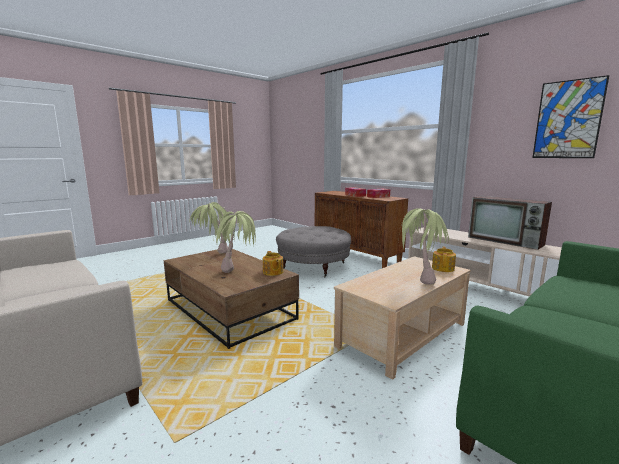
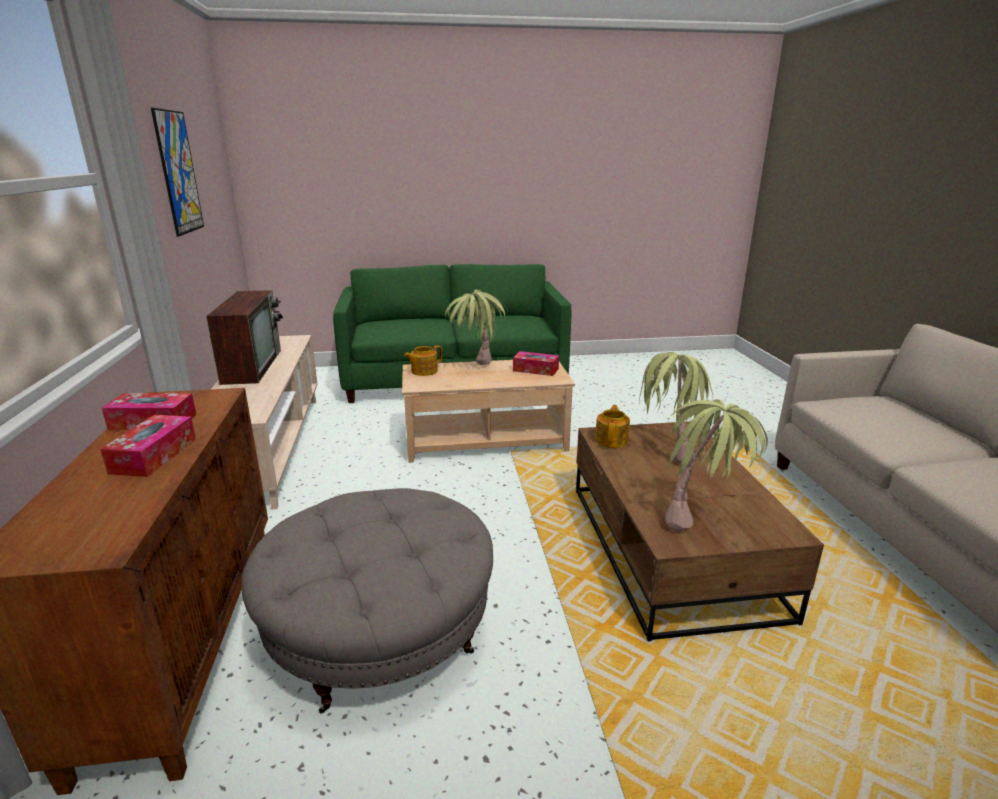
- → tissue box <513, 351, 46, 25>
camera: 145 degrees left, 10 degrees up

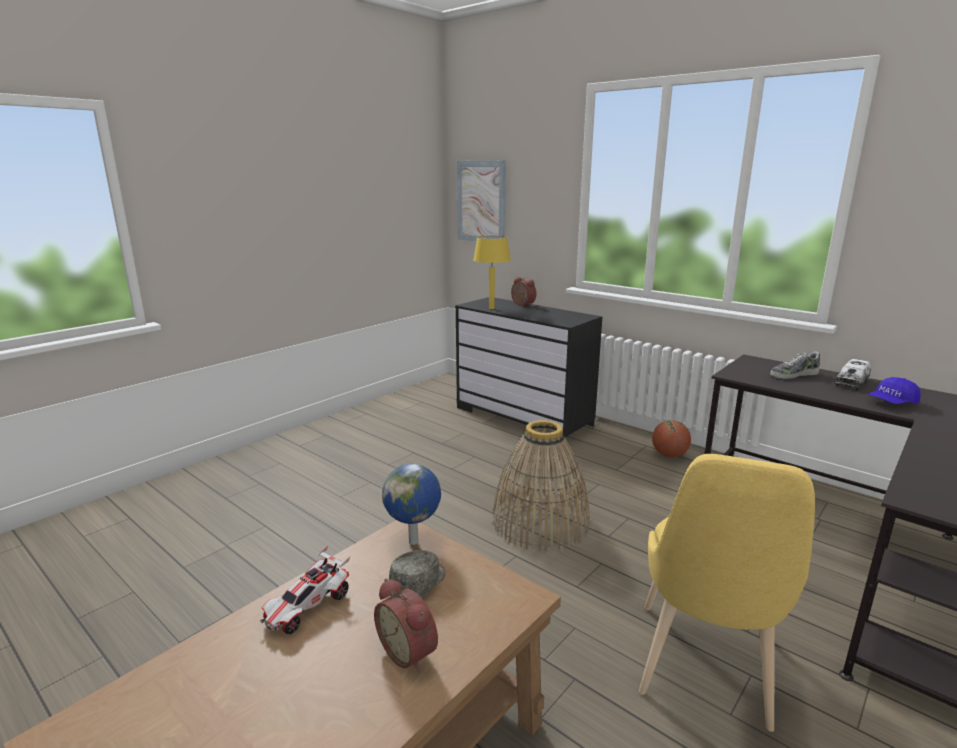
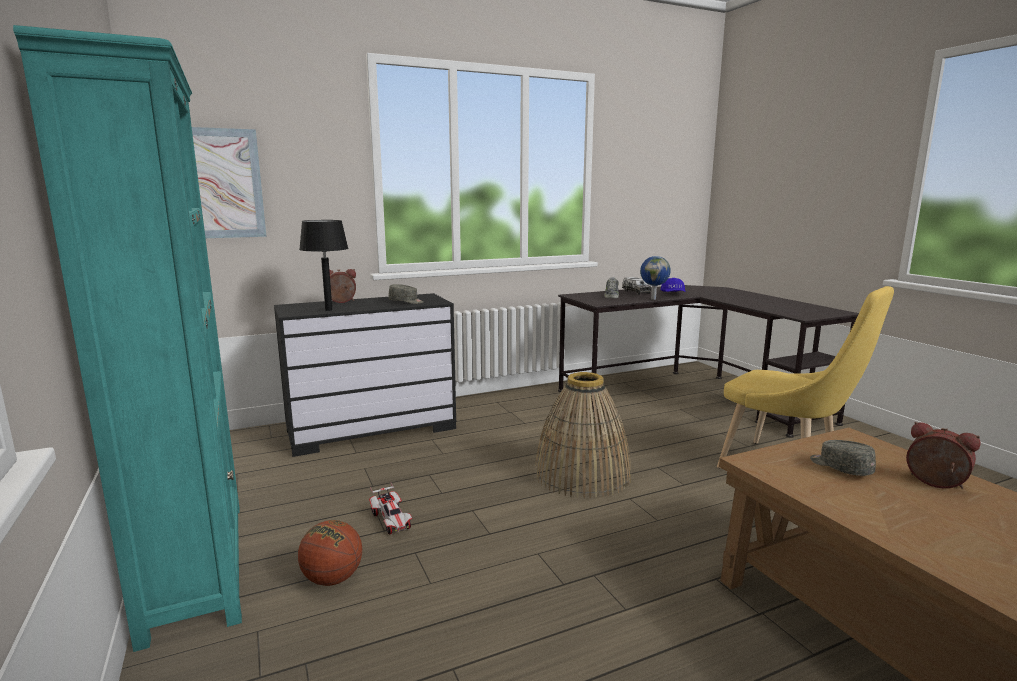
- → bookcase (turquoise) <13, 25, 229, 627>
basketball <652, 420, 39, 37> → basketball <298, 520, 64, 66>, relocated
table lamp (yellow) <473, 236, 38, 73> → table lamp (black) <299, 220, 50, 91>
toy car <260, 545, 90, 89> → toy car <369, 482, 43, 52>, relocated
- → cap (grey) <388, 284, 36, 20>
globe <382, 464, 59, 81> → globe <640, 256, 31, 44>, relocated
alarm clock <374, 578, 64, 94> → alarm clock <906, 422, 75, 67>, 120 degrees counterclockwise
camera: 65 degrees left, 5 degrees down

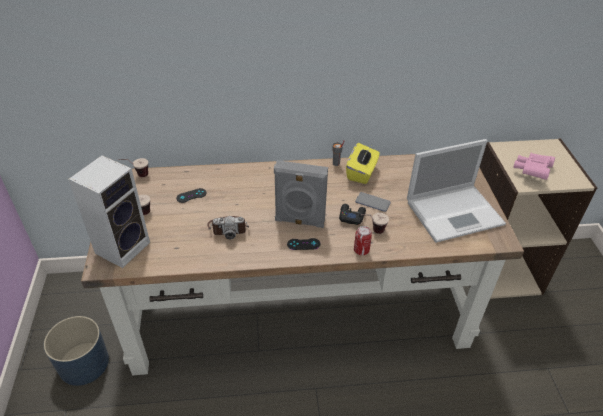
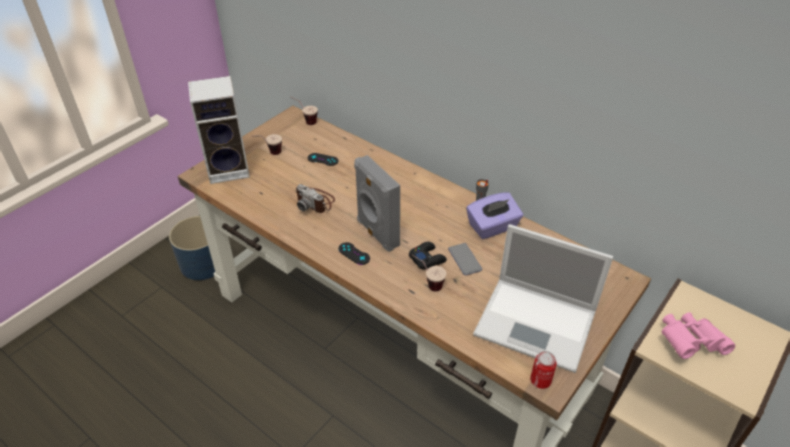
tissue box (yellow) <346, 143, 34, 41> → tissue box (purple) <466, 193, 57, 46>
can <354, 226, 18, 29> → can <530, 351, 27, 38>, relocated
camera: 45 degrees right, 0 degrees up

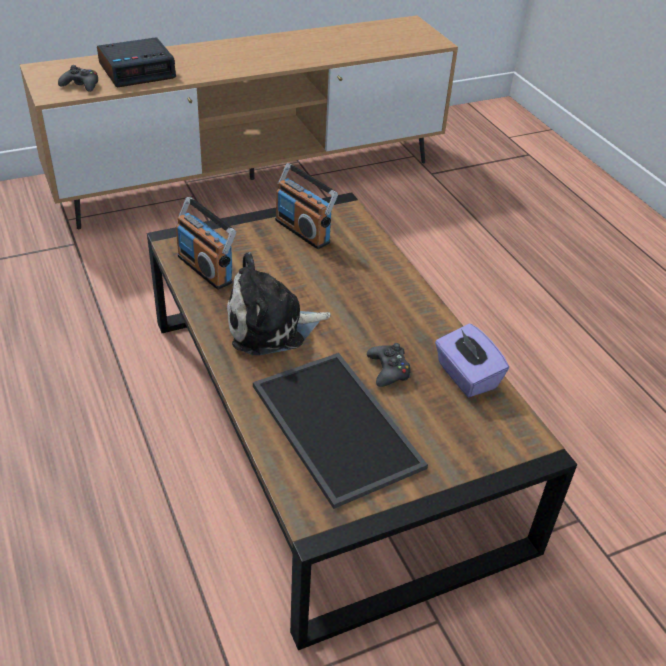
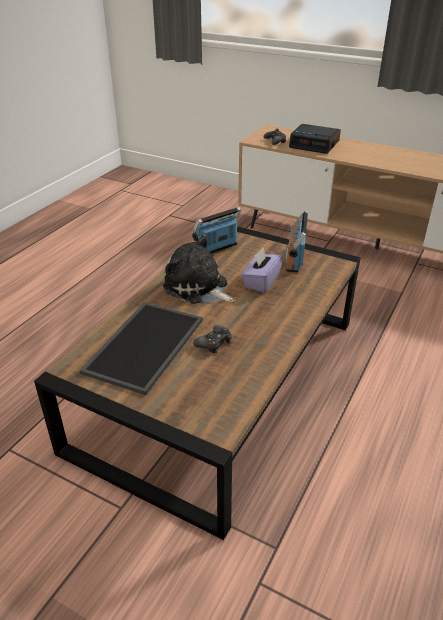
radio <176, 197, 60, 93> → radio <192, 207, 49, 47>, 45 degrees clockwise
tissue box (purple) <435, 323, 74, 74> → tissue box (purple) <241, 248, 42, 45>, relocated
camera: 55 degrees right, 5 degrees down

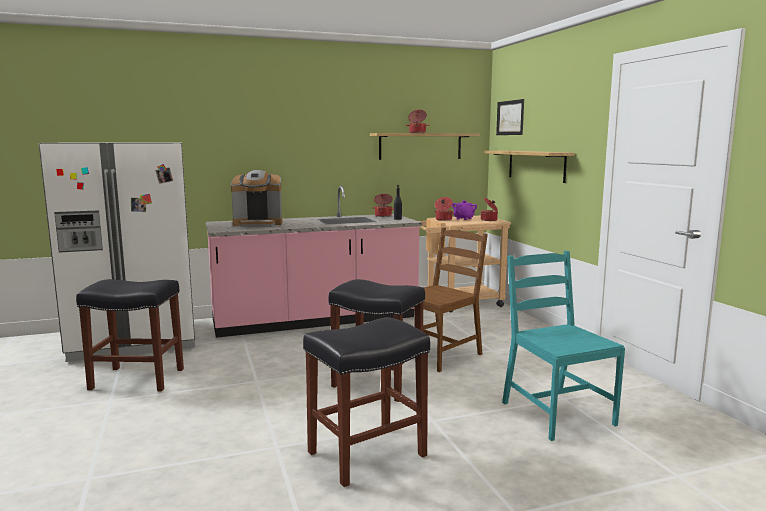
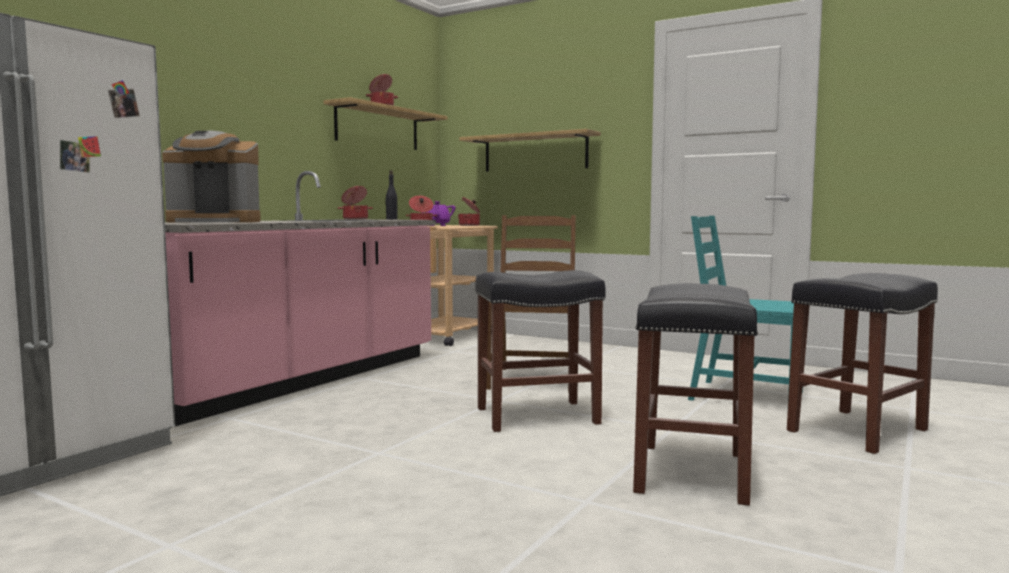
coffee machine <231, 170, 51, 57> → coffee machine <162, 131, 99, 92>, 45 degrees clockwise
stool (black) <76, 279, 108, 112> → stool (black) <787, 273, 151, 181>, relocated
picture <496, 99, 28, 36> → -
camera: 40 degrees left, 5 degrees down

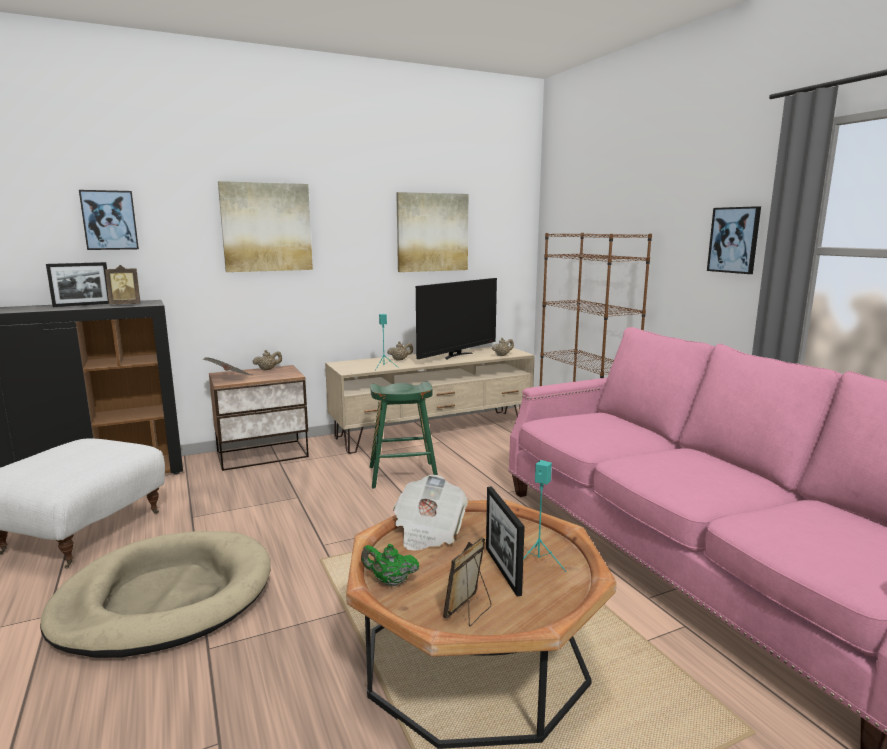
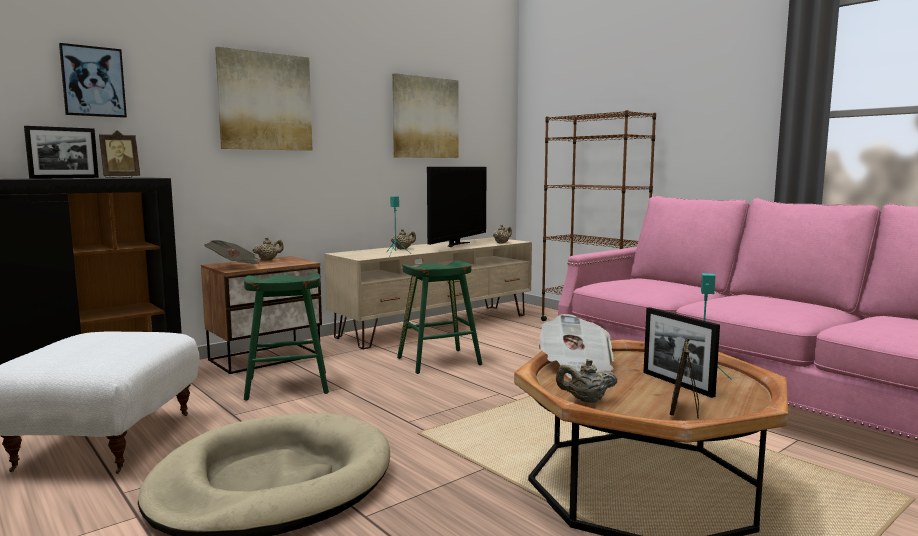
- → stool (green) <244, 273, 85, 127>
teapot (green) <361, 544, 58, 42> → teapot (beige) <556, 359, 61, 44>
picture <707, 206, 54, 68> → -
camera: 15 degrees left, 5 degrees down

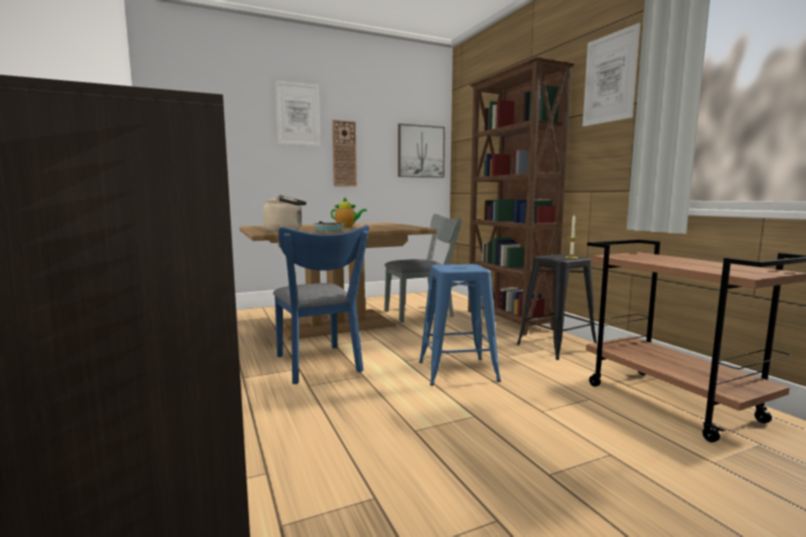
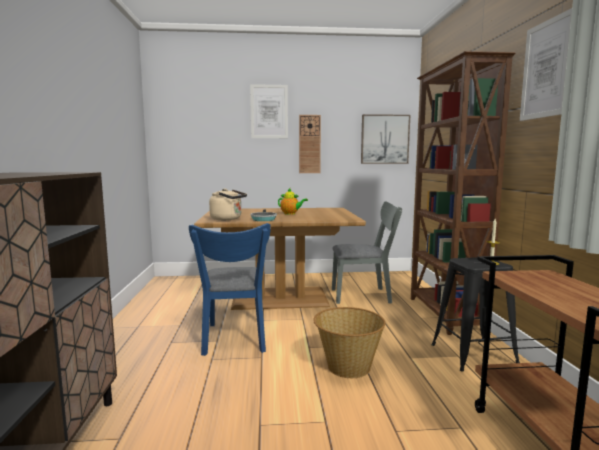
stool (blue) <419, 264, 82, 122> → basket <313, 307, 72, 71>
camera: 20 degrees right, 0 degrees up

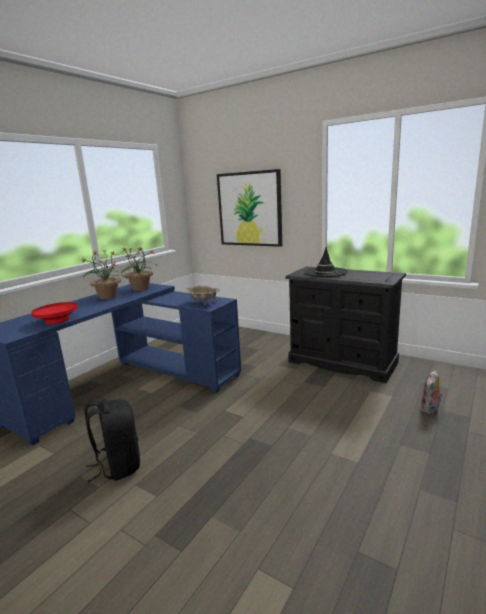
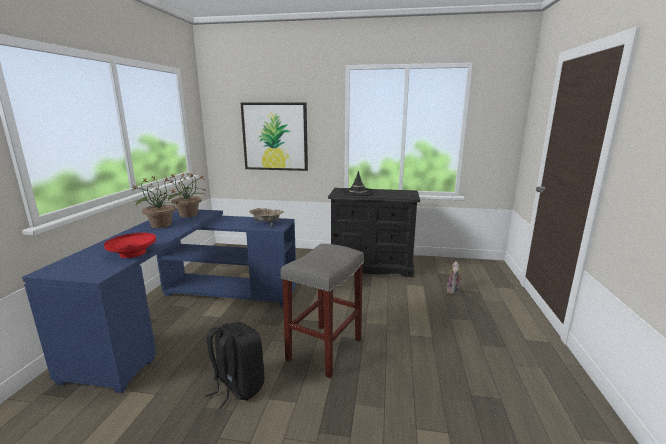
- → stool (grey) <281, 244, 83, 134>
camera: 25 degrees left, 0 degrees up

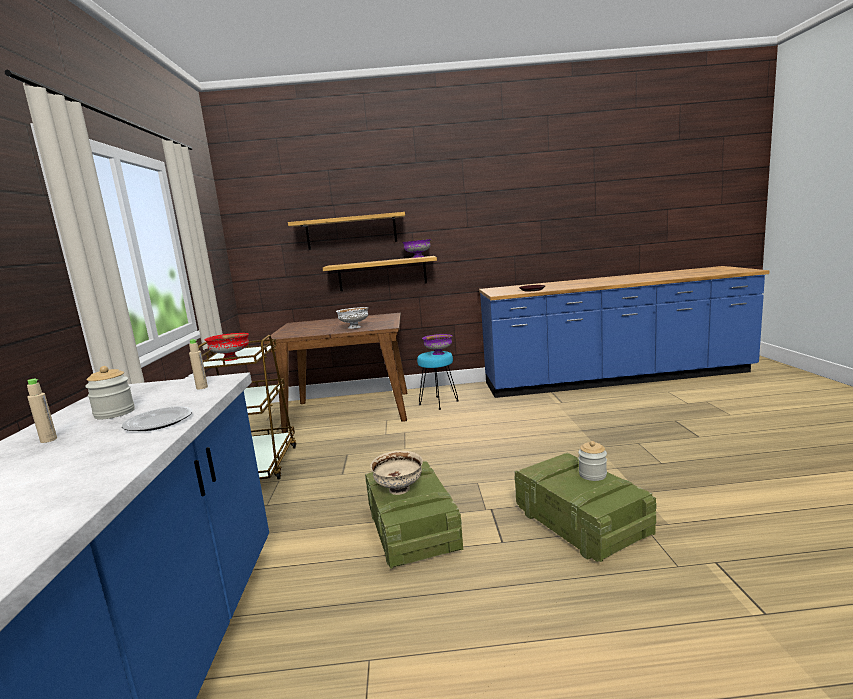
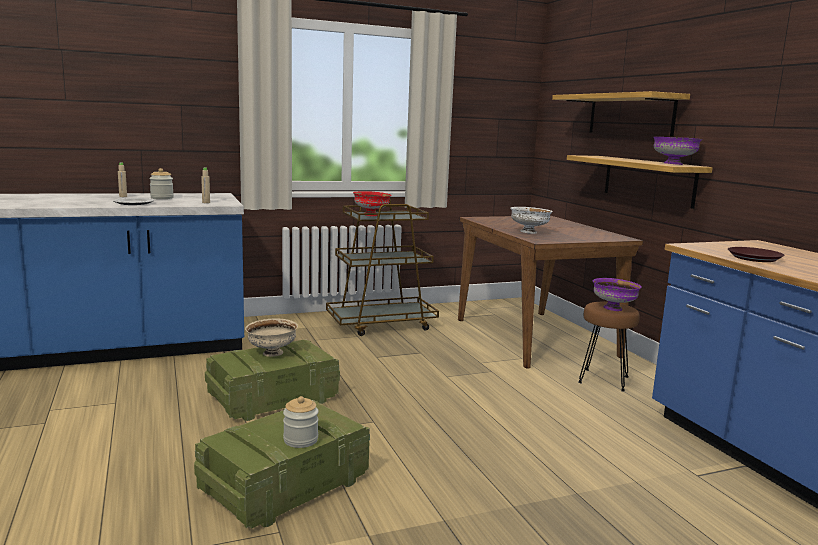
stool (turquoise) <417, 351, 42, 59> → stool (brown) <578, 302, 62, 89>
camera: 70 degrees right, 0 degrees up

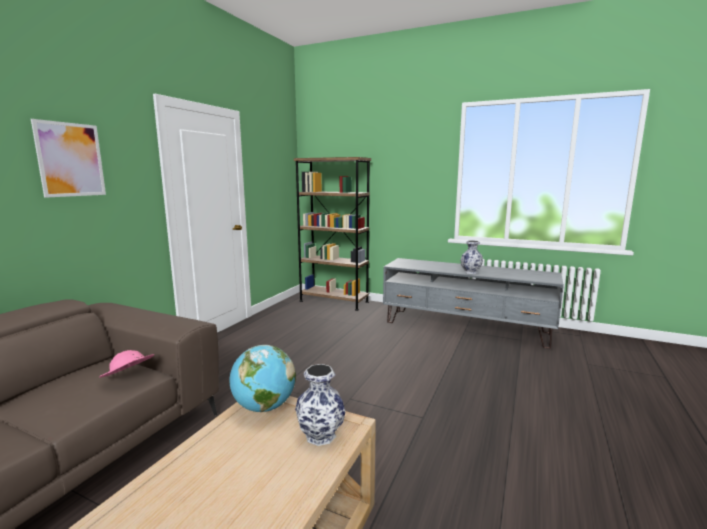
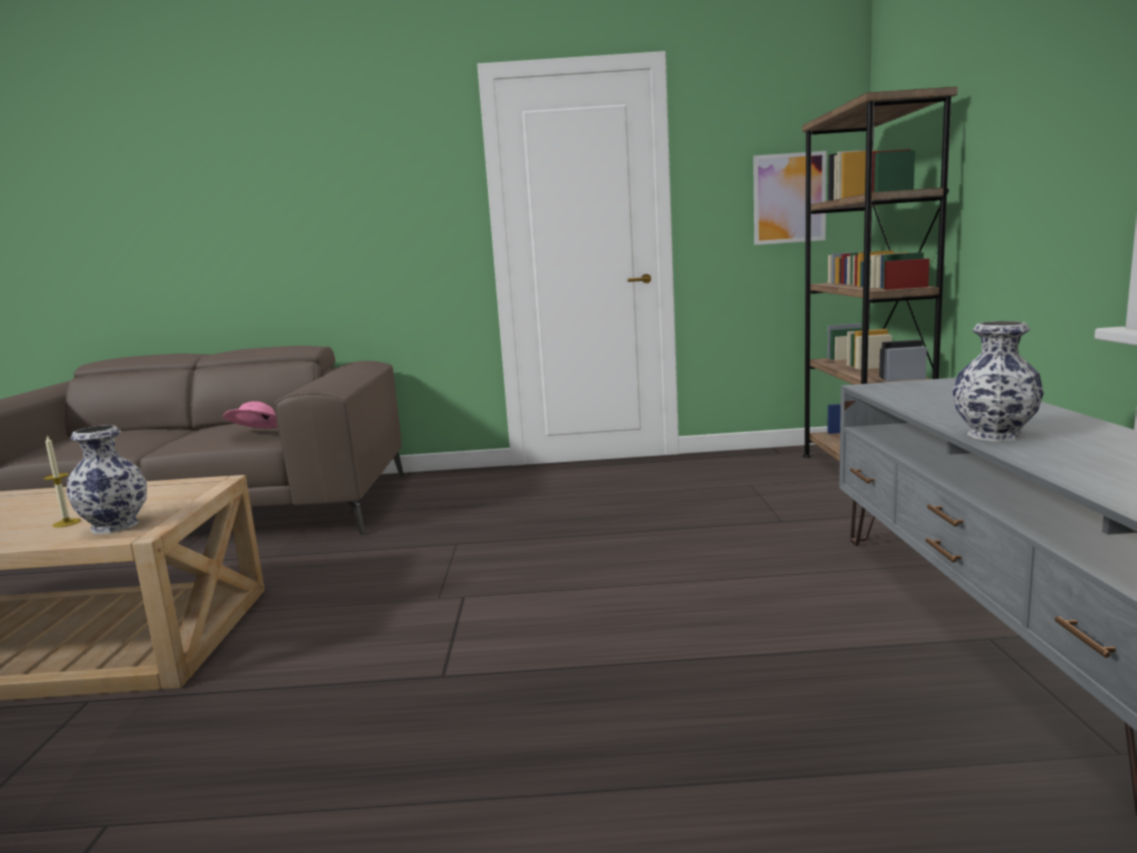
- → candle <44, 436, 37, 92>
picture <31, 119, 75, 79> → picture <753, 151, 74, 94>, relocated
globe <229, 345, 67, 67> → -
camera: 65 degrees right, 0 degrees up

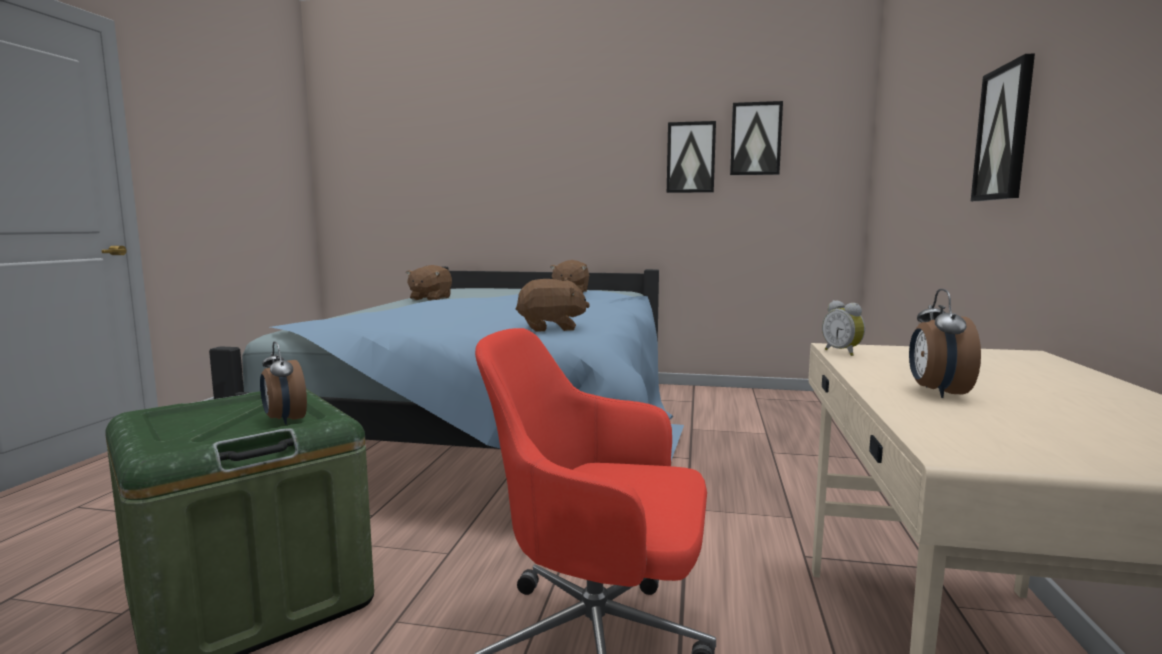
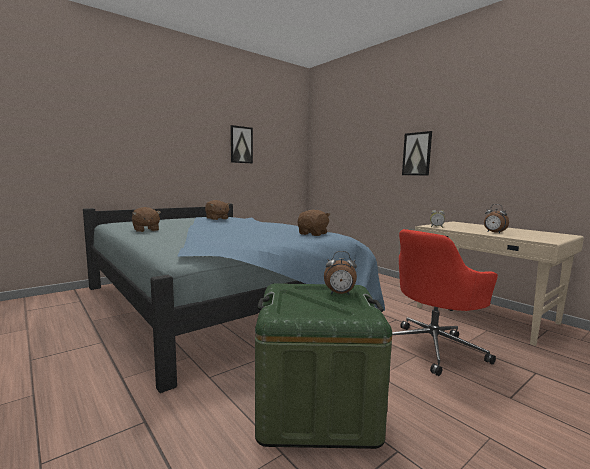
picture <730, 101, 53, 74> → -
camera: 50 degrees left, 0 degrees up

